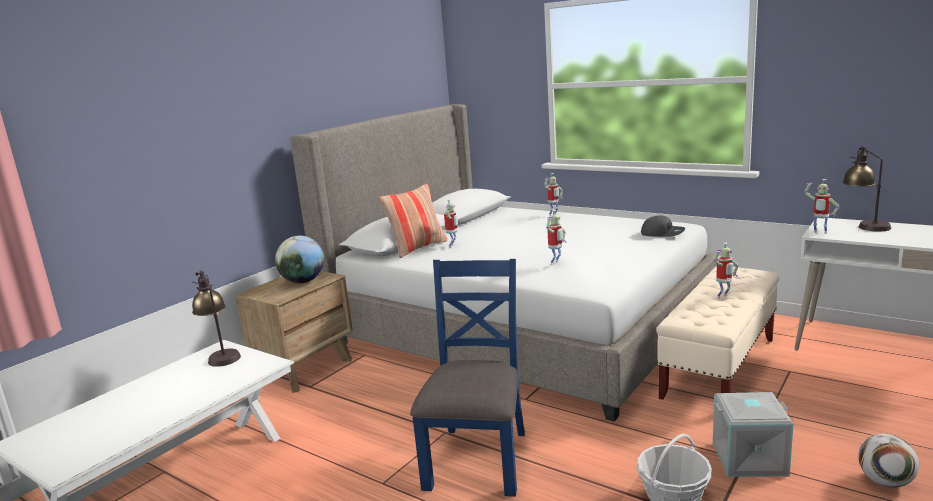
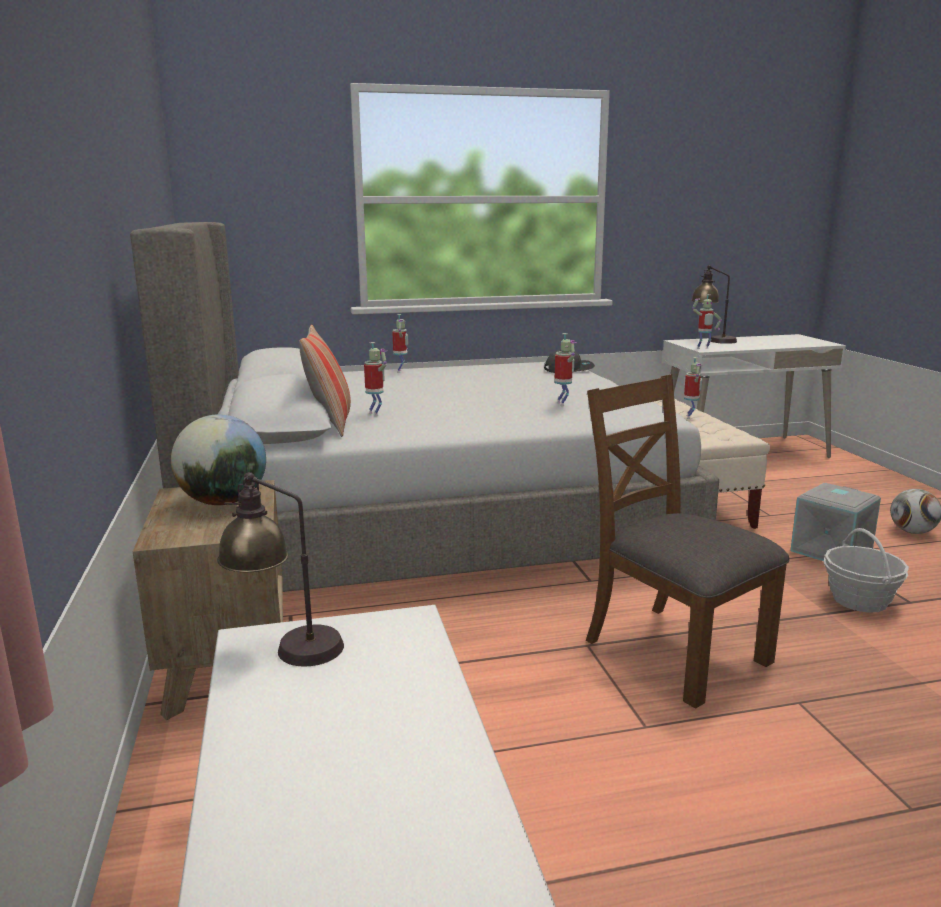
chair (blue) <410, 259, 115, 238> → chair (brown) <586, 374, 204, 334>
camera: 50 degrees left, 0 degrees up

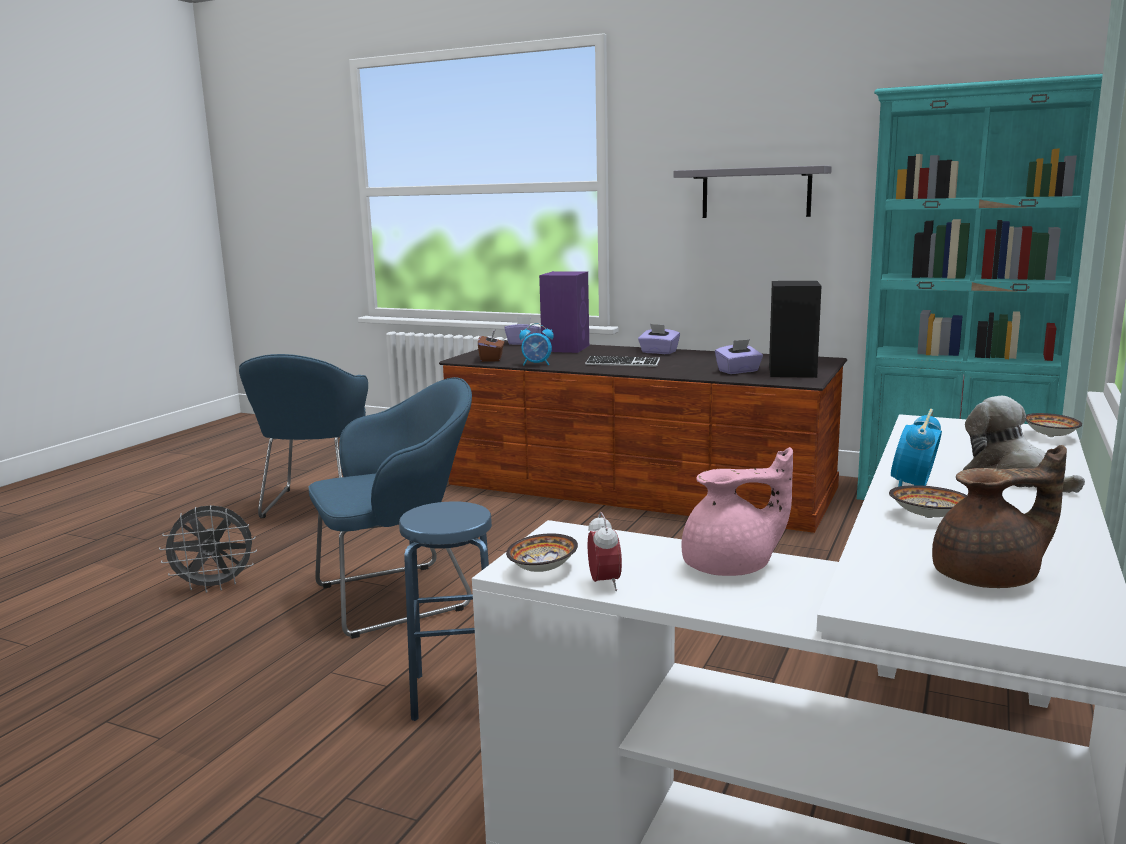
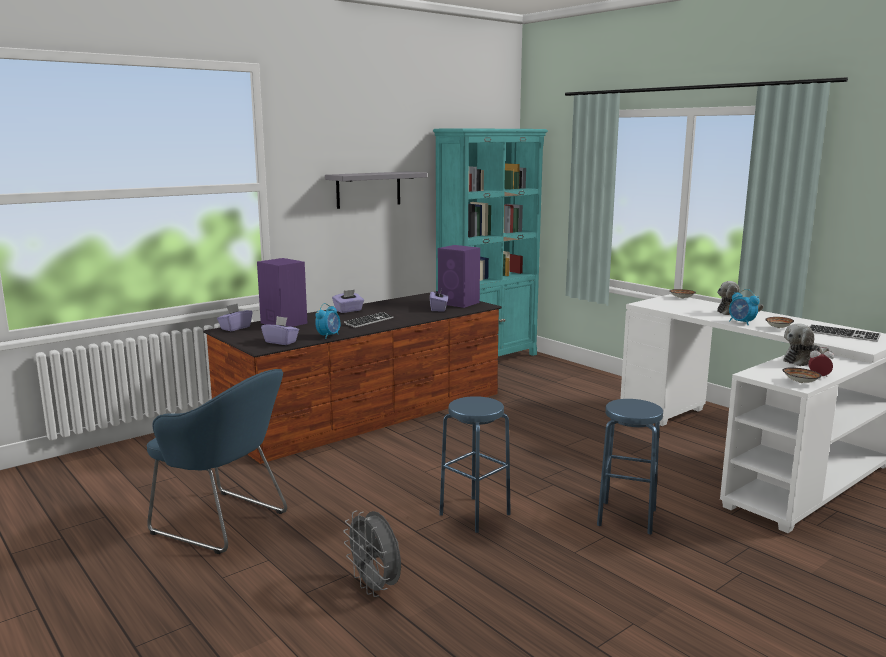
tissue box (brown) <478, 329, 26, 33> → tissue box (purple) <261, 316, 38, 29>
fan (grey) <159, 505, 98, 88> → fan (grey) <343, 510, 58, 87>, 135 degrees clockwise
speaker (black) <769, 281, 52, 97> → speaker (purple) <438, 245, 42, 63>
armchair (blue) <308, 377, 164, 262> → stool (blue) <440, 396, 71, 137>
teapot (pink) <682, 447, 111, 129> → plush toy <783, 323, 46, 43>
teapot (brown) <932, 445, 135, 143> → keyboard <810, 324, 71, 18>
camera: 65 degrees left, 0 degrees up

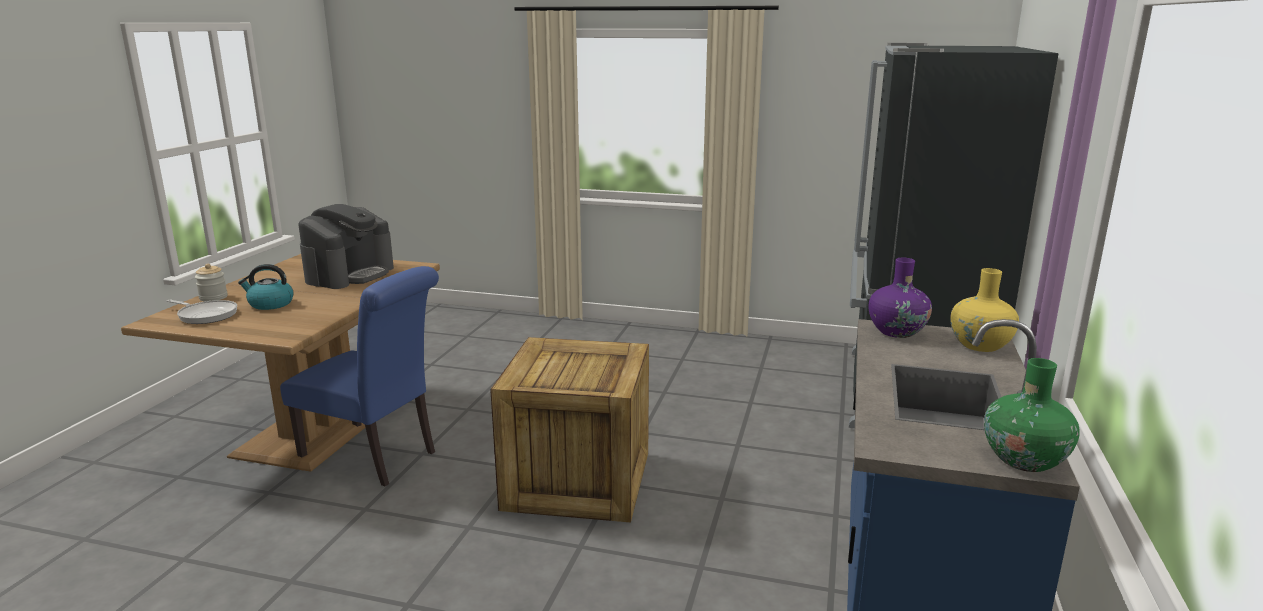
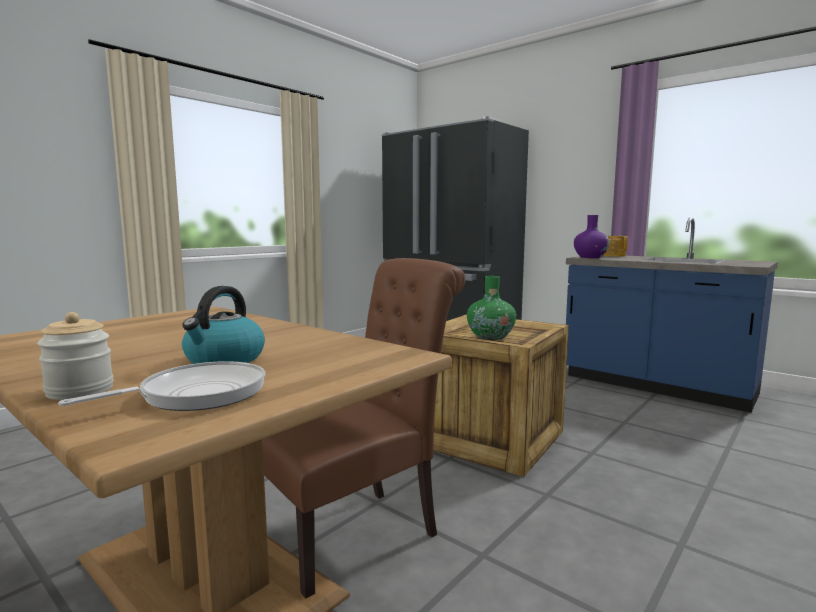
chair (blue) <280, 266, 159, 221> → chair (brown) <262, 258, 203, 341>
vase (green) <984, 358, 96, 114> → vase (green) <467, 276, 49, 64>, relocated
vase (yellow) <950, 268, 69, 84> → teapot <603, 236, 25, 21>
coffee machine <298, 204, 96, 85> → -
camera: 65 degrees left, 10 degrees down

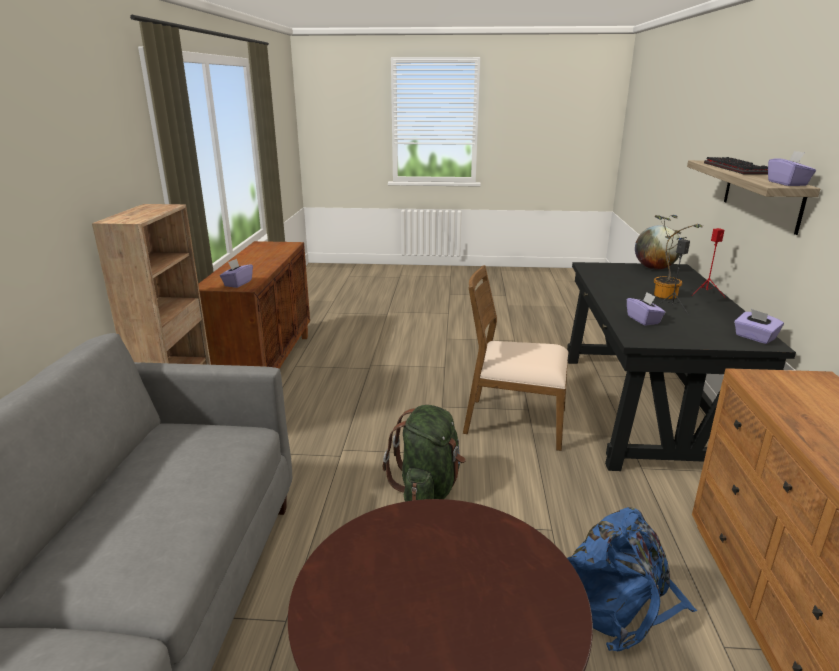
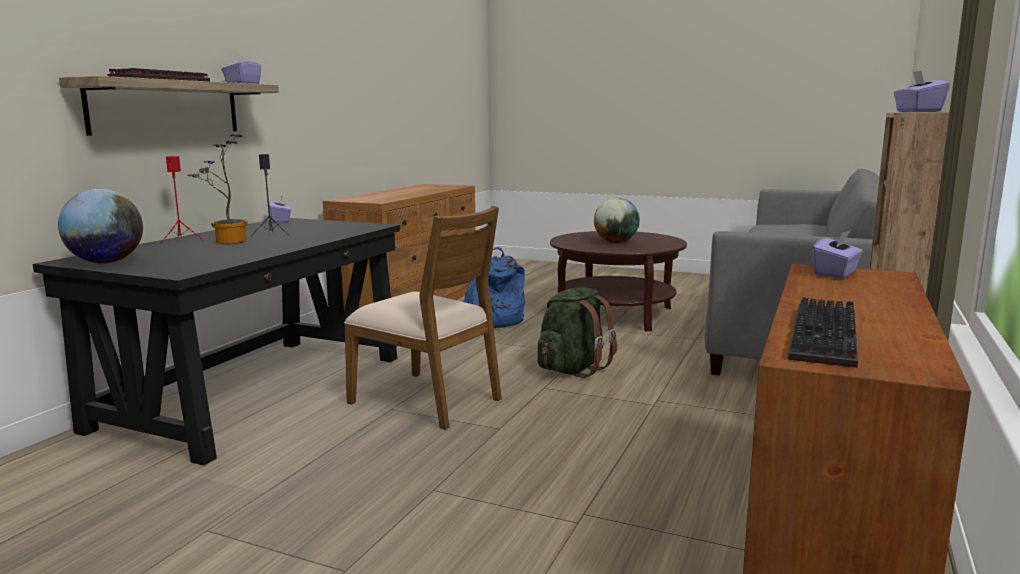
- → globe <594, 197, 46, 46>
- → keyboard <788, 298, 70, 70>
tissue box (purple) <627, 292, 38, 34> → tissue box (purple) <894, 71, 56, 41>, relocated
camera: 160 degrees left, 10 degrees down

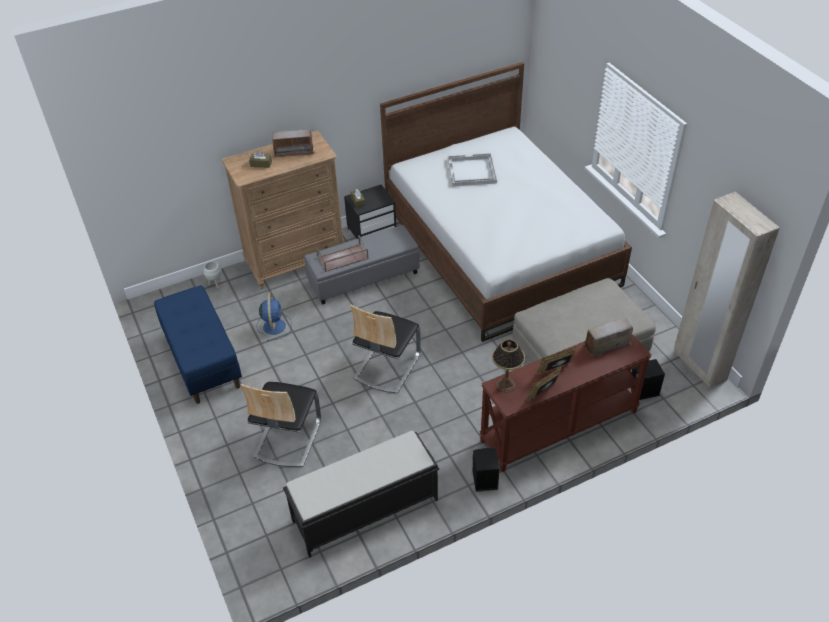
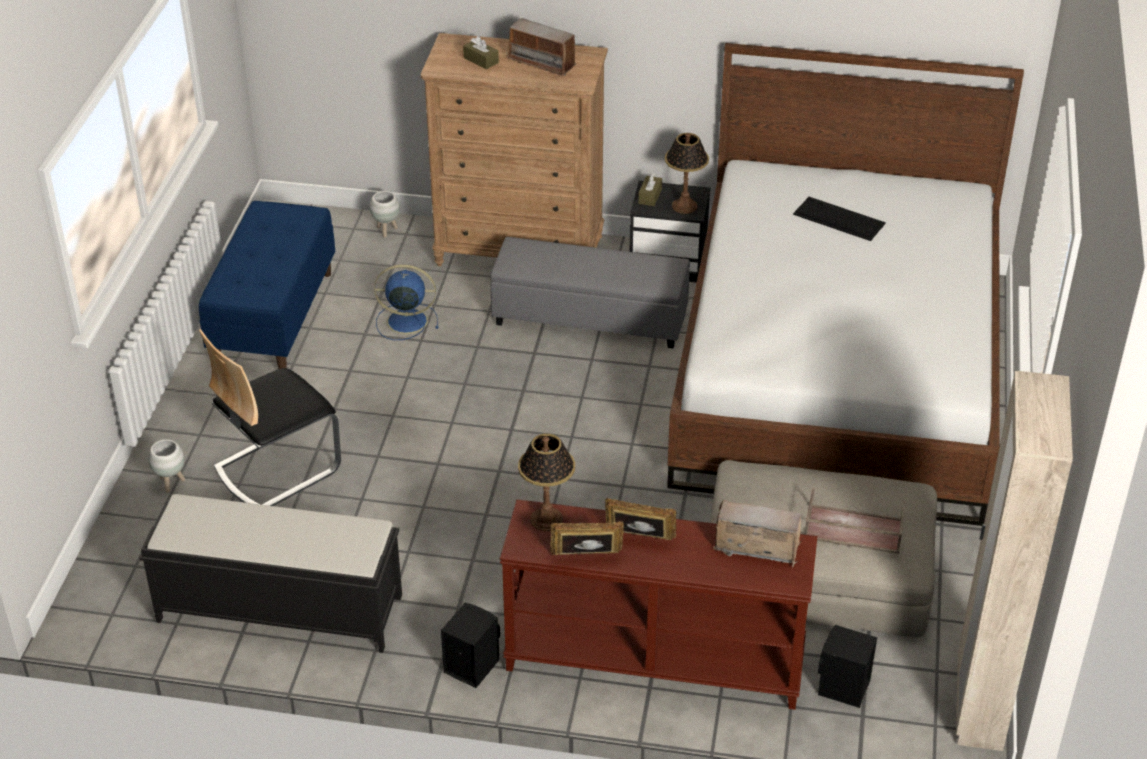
- → planter (white) <148, 439, 37, 54>
fan (blue) <257, 292, 35, 49> → fan (blue) <374, 264, 64, 76>, 120 degrees counterclockwise
- → table lamp <665, 133, 44, 81>
tray (white) <448, 153, 49, 33> → keyboard <793, 197, 93, 44>
tray (brown) <316, 235, 53, 37> → tray (brown) <805, 487, 101, 67>, relocated
chair <350, 305, 71, 89> → -
camera: 35 degrees right, 5 degrees down

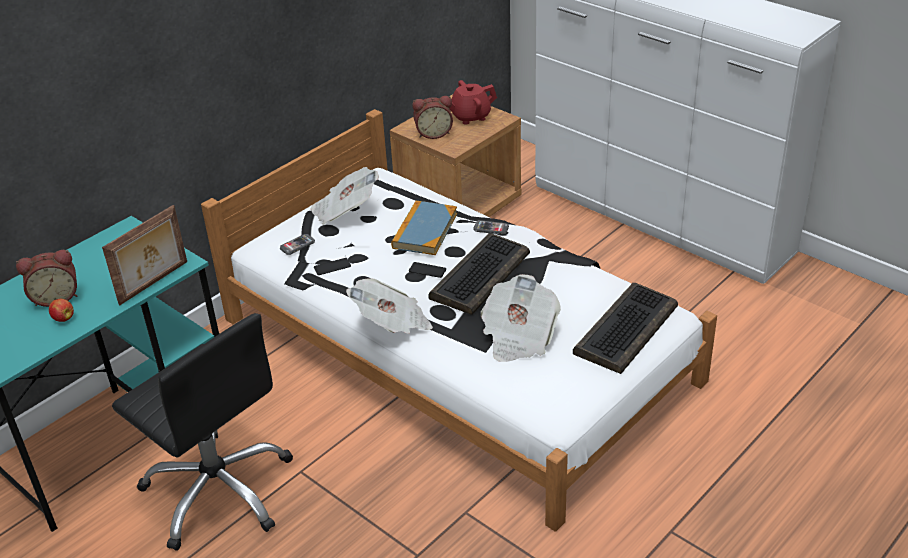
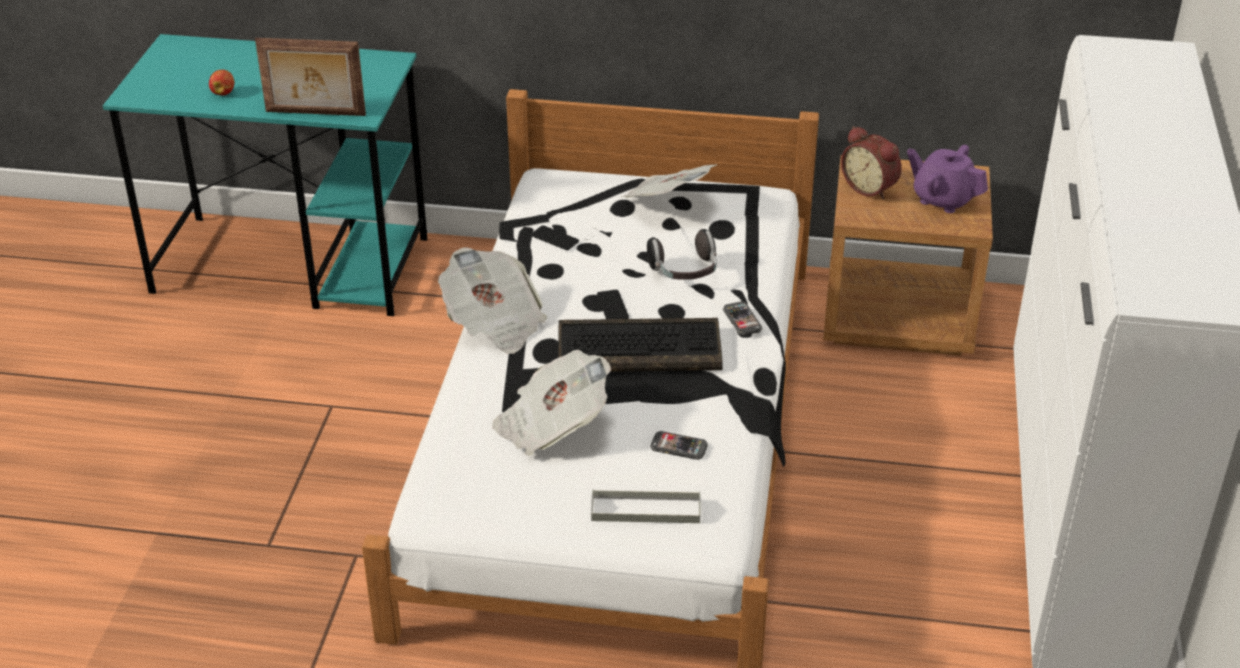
keyboard <573, 283, 105, 91> → tray (grey) <591, 489, 110, 34>
book <391, 201, 66, 54> → headphones <647, 229, 70, 51>
phone <280, 234, 35, 21> → phone <650, 431, 58, 29>, relocated
teapot (red) <449, 80, 48, 45> → teapot (purple) <907, 145, 81, 68>
alarm clock <16, 250, 61, 57> → -
office chair (black) <112, 313, 181, 238> → -
camera: 55 degrees right, 0 degrees up

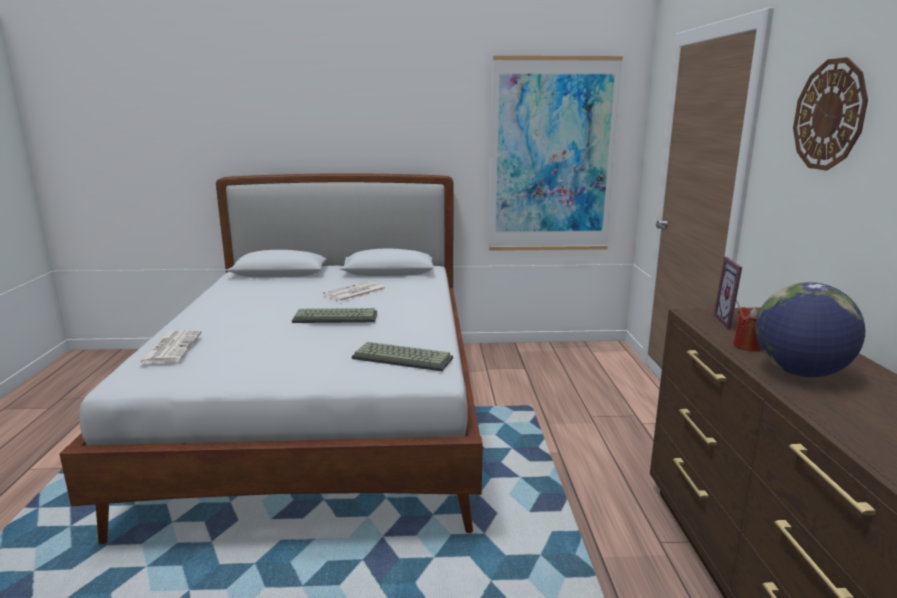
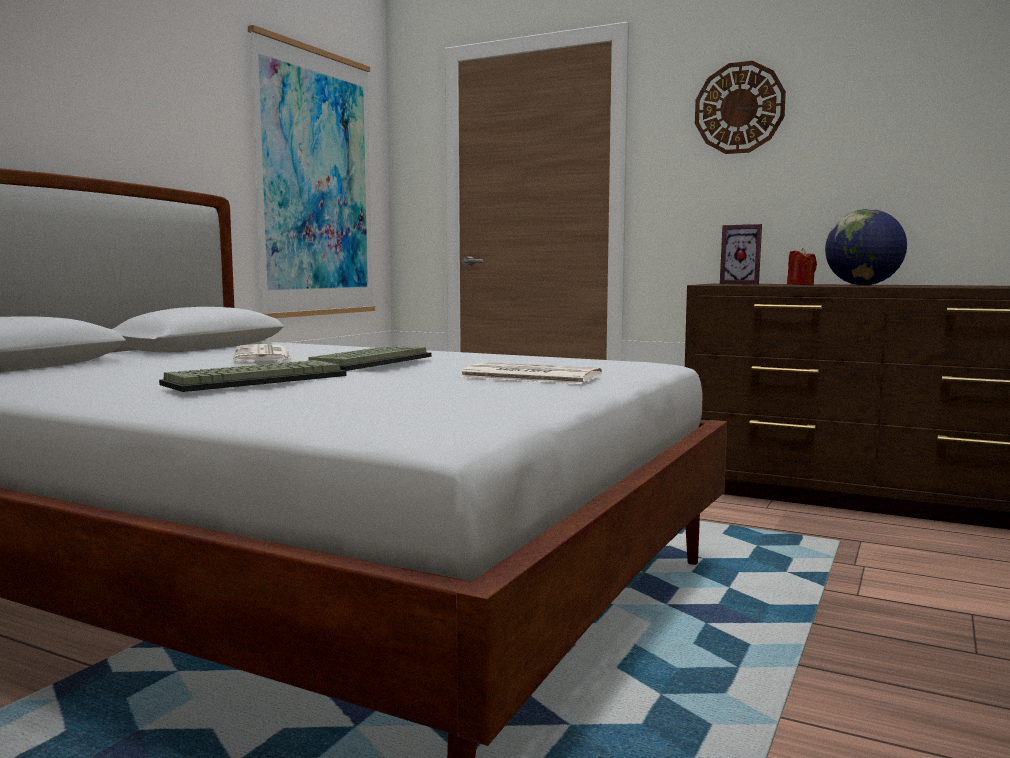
keyboard <352, 342, 101, 29> → keyboard <159, 360, 188, 32>, relocated
newspaper <138, 330, 64, 34> → newspaper <460, 362, 142, 22>, relocated
camera: 60 degrees left, 10 degrees down

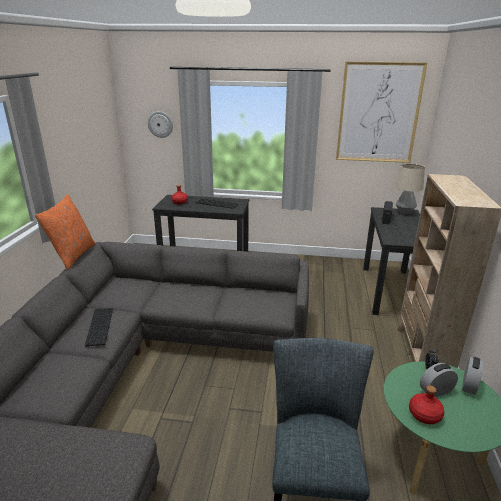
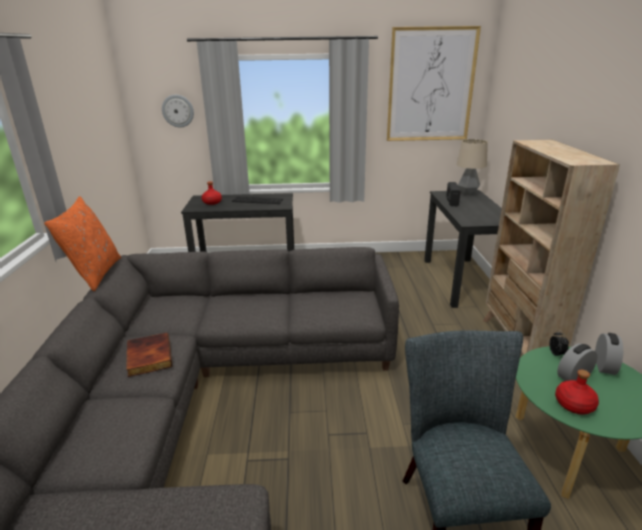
keyboard <85, 308, 28, 39> → book <126, 332, 47, 45>
camera: 10 degrees left, 0 degrees up

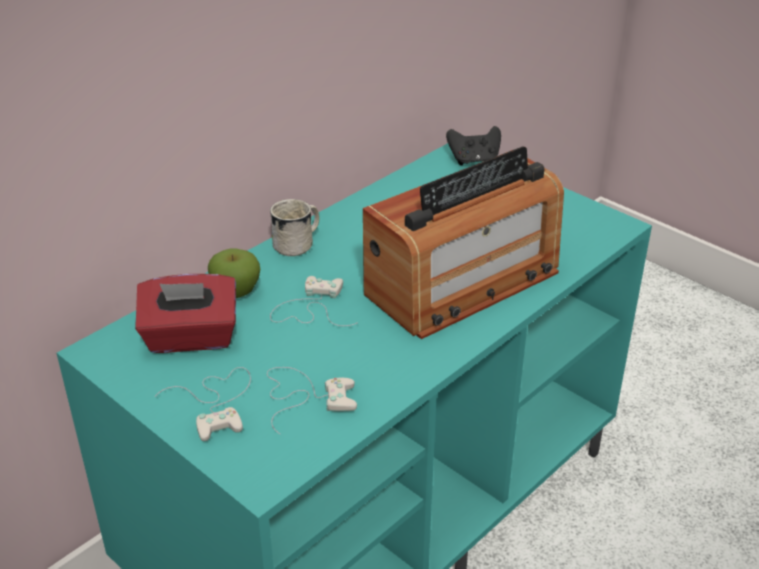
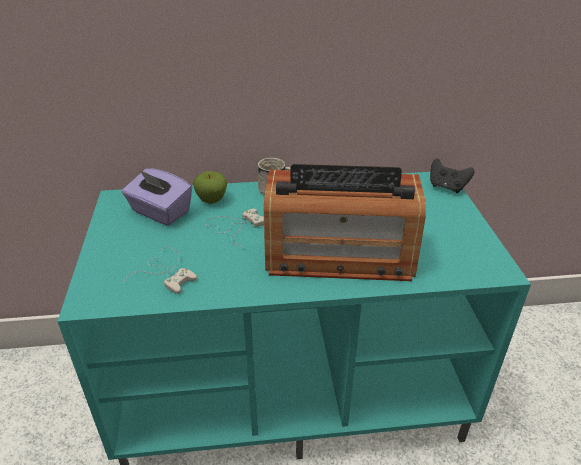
tissue box (red) <135, 274, 101, 79> → tissue box (purple) <122, 169, 70, 57>
game controller (white) <154, 367, 97, 74> → -
camera: 40 degrees right, 0 degrees up

